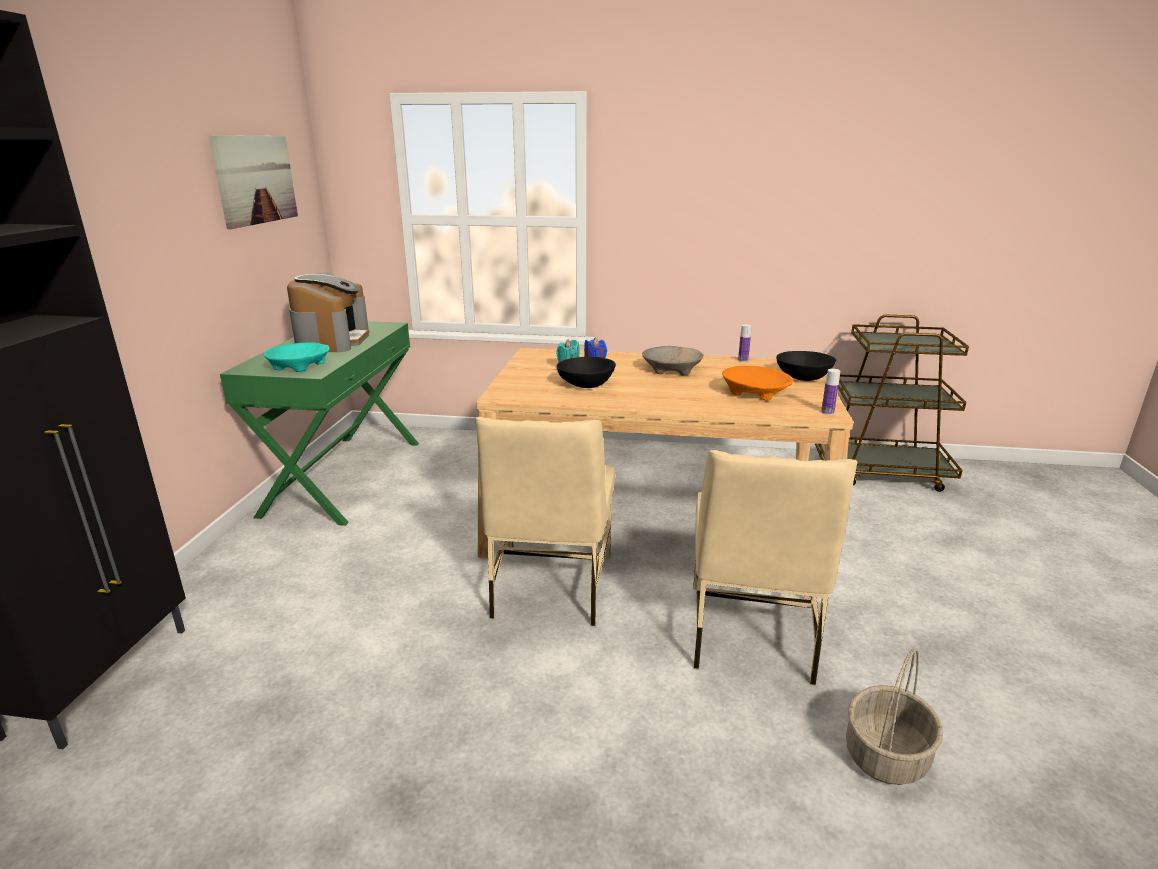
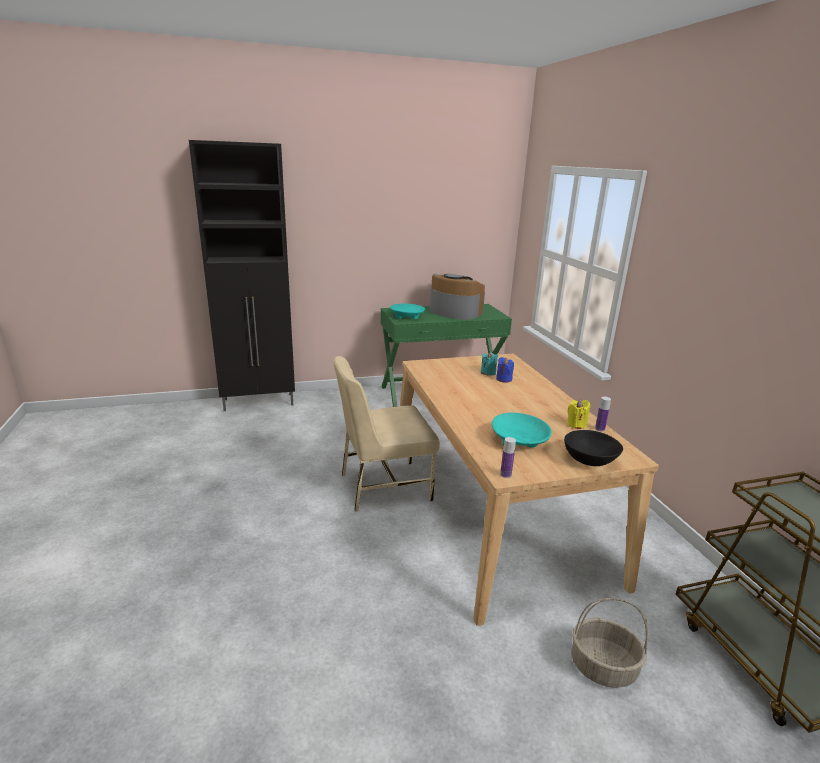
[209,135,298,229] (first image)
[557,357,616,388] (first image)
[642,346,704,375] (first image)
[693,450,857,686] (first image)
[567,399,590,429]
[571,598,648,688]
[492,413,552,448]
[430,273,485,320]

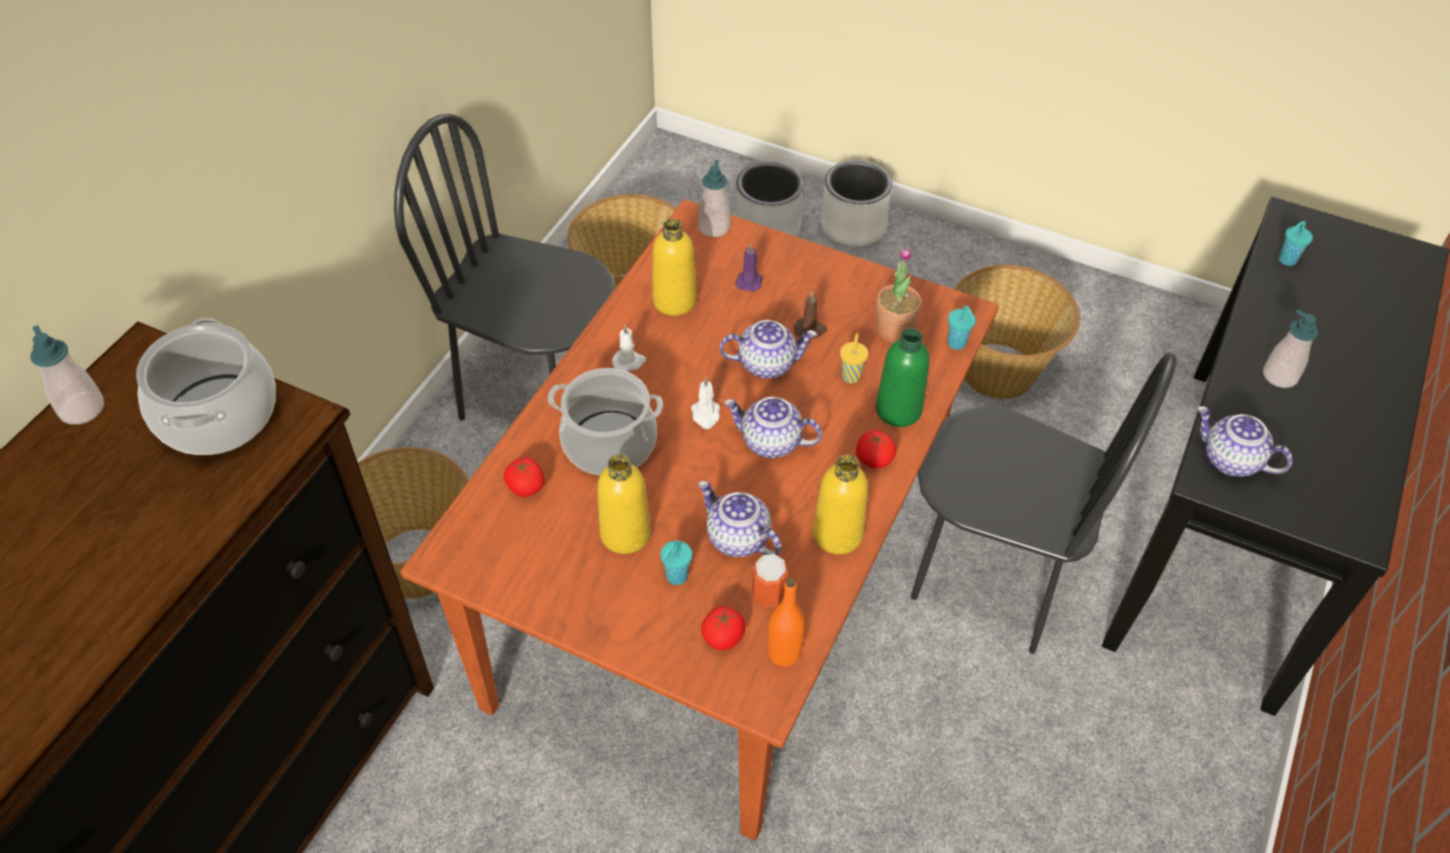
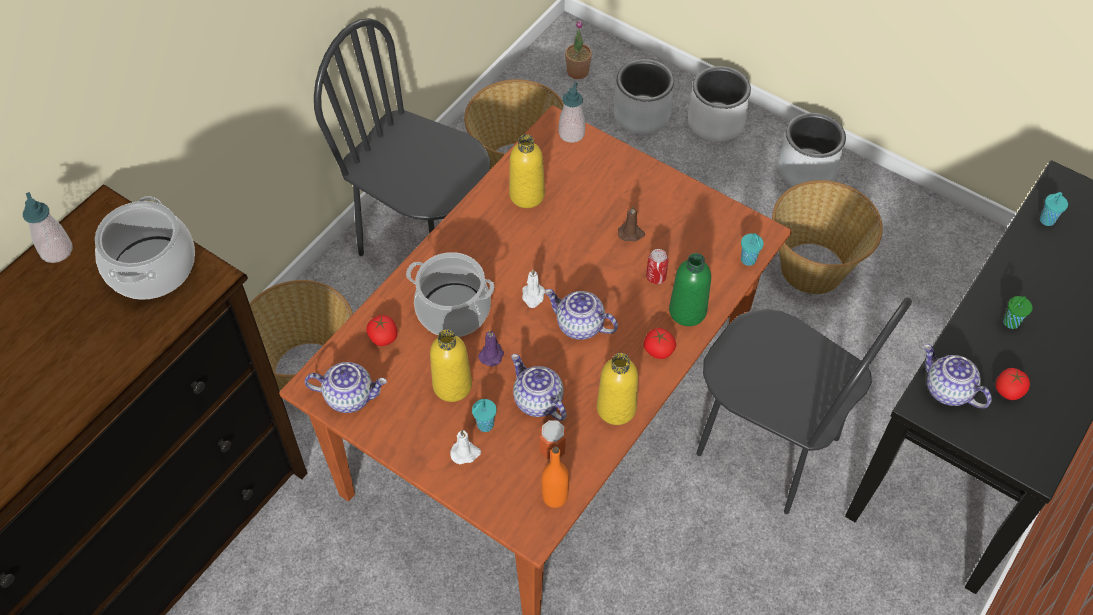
[778,113,846,186]
[450,430,481,465]
[996,368,1030,400]
[305,362,387,413]
[478,330,504,367]
[565,20,592,79]
[646,249,668,284]
[1003,296,1033,329]

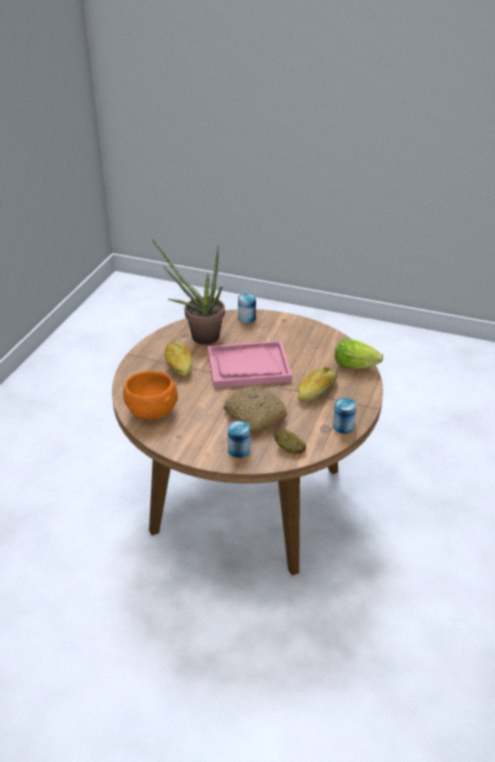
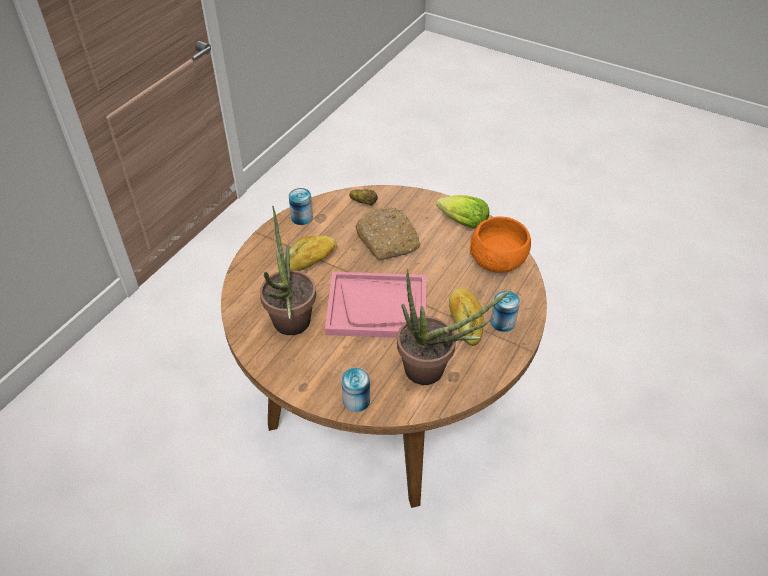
[260,206,316,335]
[491,291,520,332]
[436,195,489,229]

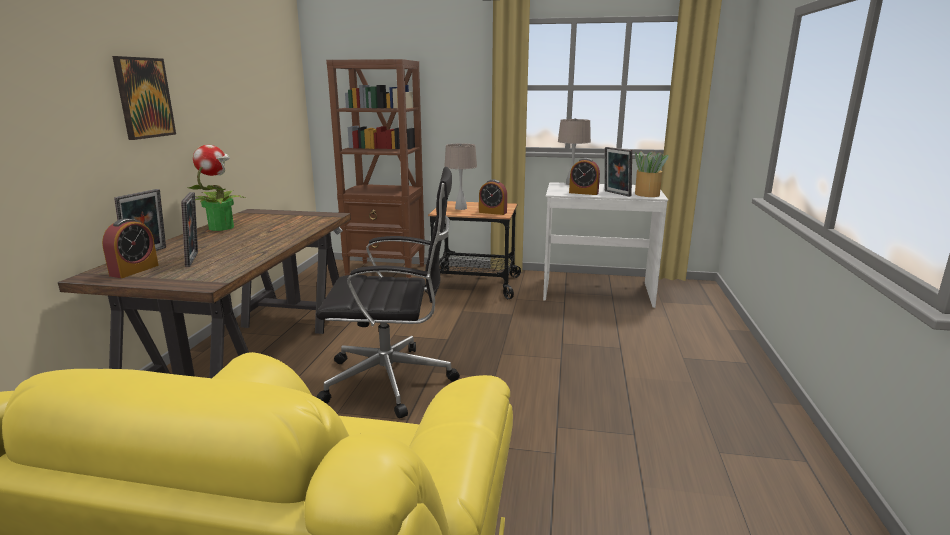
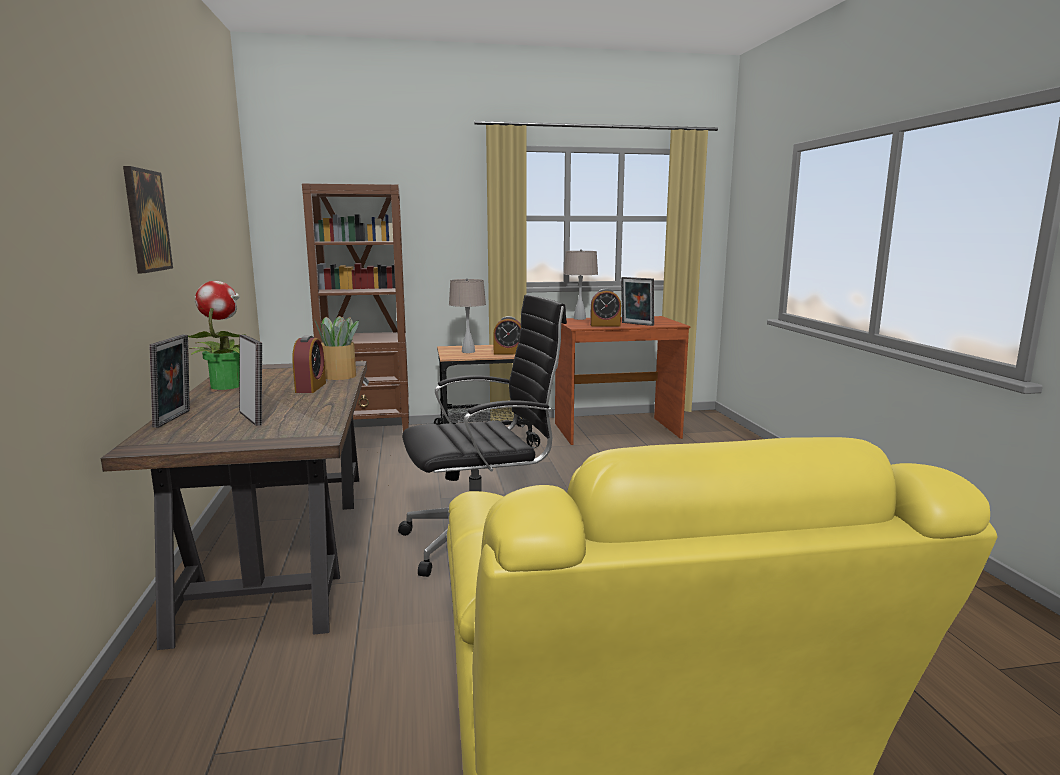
[292,335,326,393]
[314,316,359,380]
[555,316,690,445]

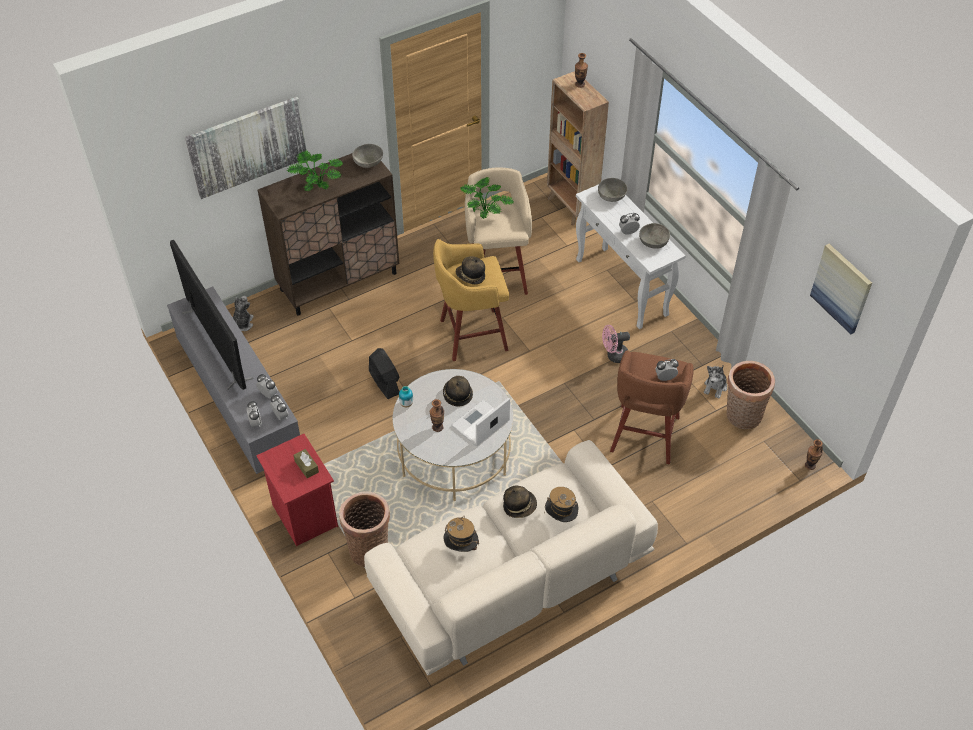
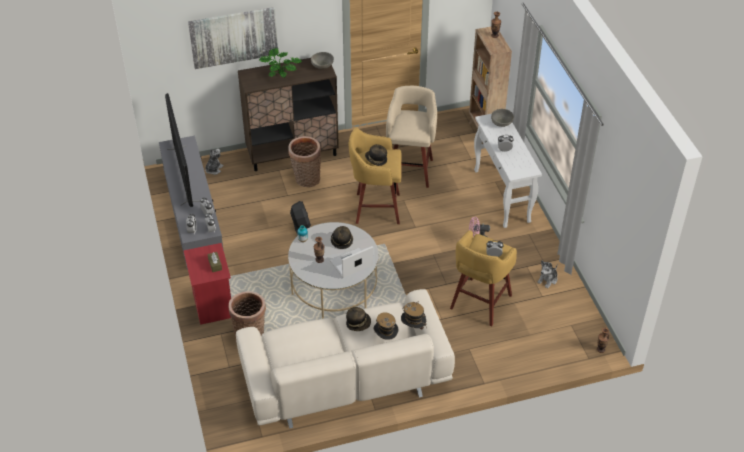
[460,177,514,218] (first image)
[639,223,670,249] (first image)
[810,244,872,334] (first image)
[401,301,427,330]
[288,136,321,187]
[450,230,517,326]

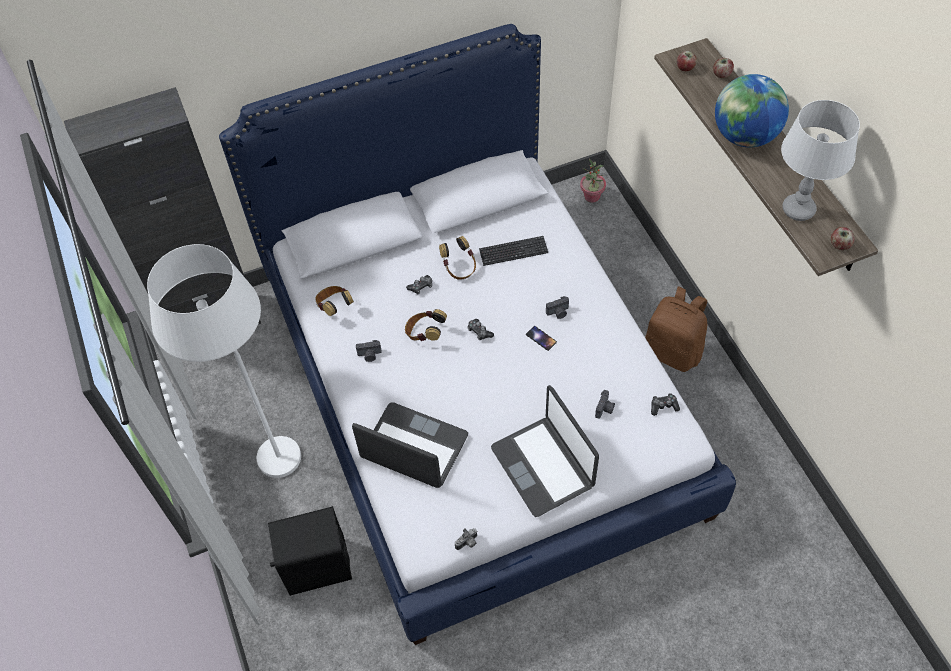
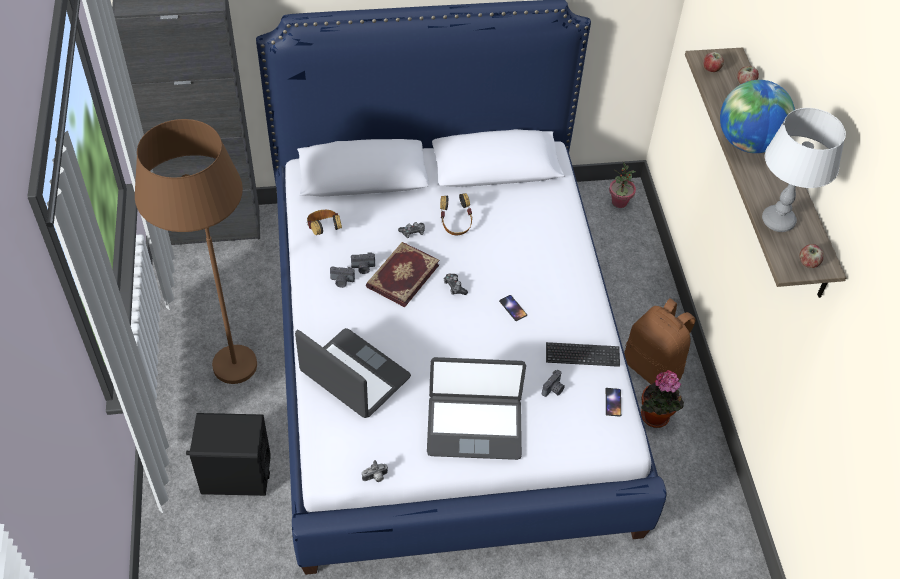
[641,370,684,428]
[546,342,620,367]
[351,252,375,274]
[366,242,440,307]
[606,388,621,417]
[135,119,257,384]
[427,357,526,460]

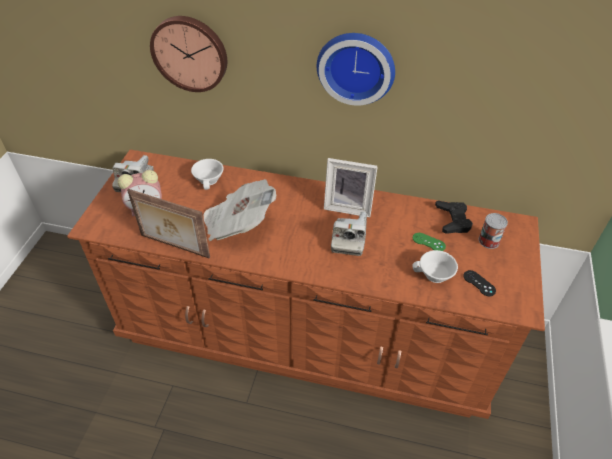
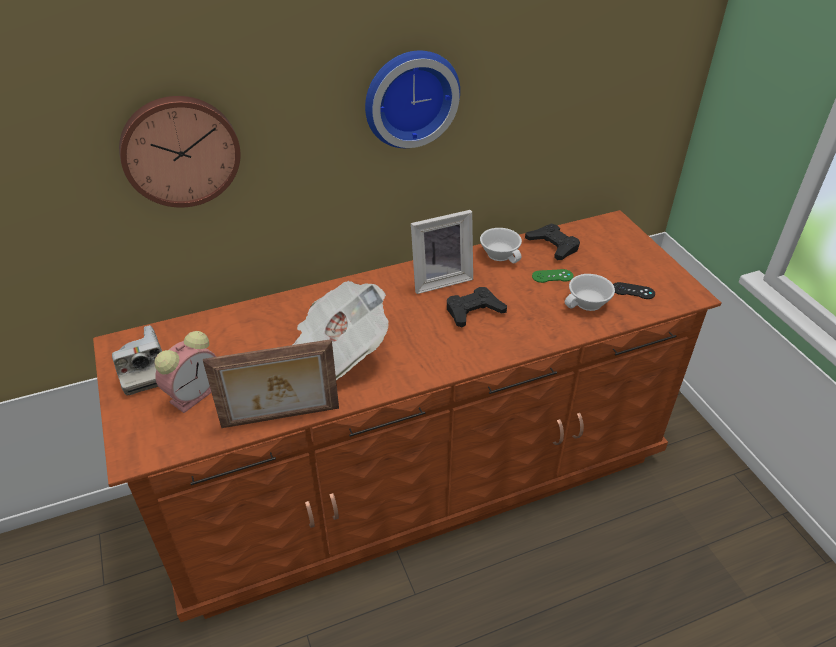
[478,213,508,249] (first image)
[480,228,522,264]
[447,287,507,328]

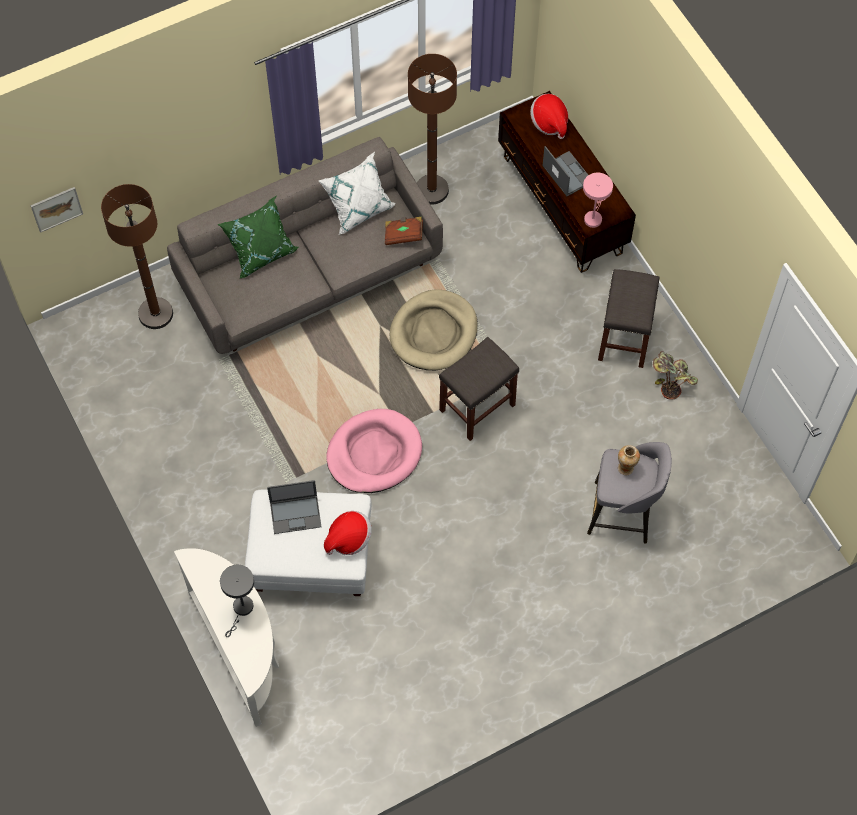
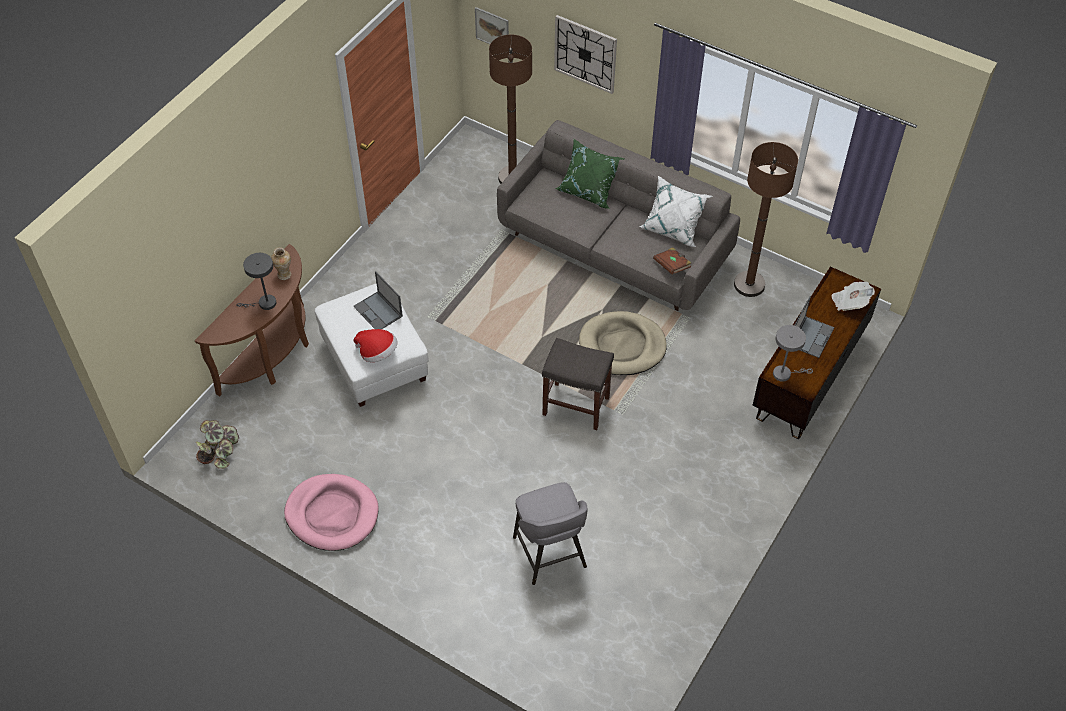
[598,269,659,368] (first image)
[554,15,617,94]
[284,474,379,551]
[271,247,291,280]
[196,420,239,469]
[831,282,875,311]
[195,244,309,396]
[773,325,813,382]

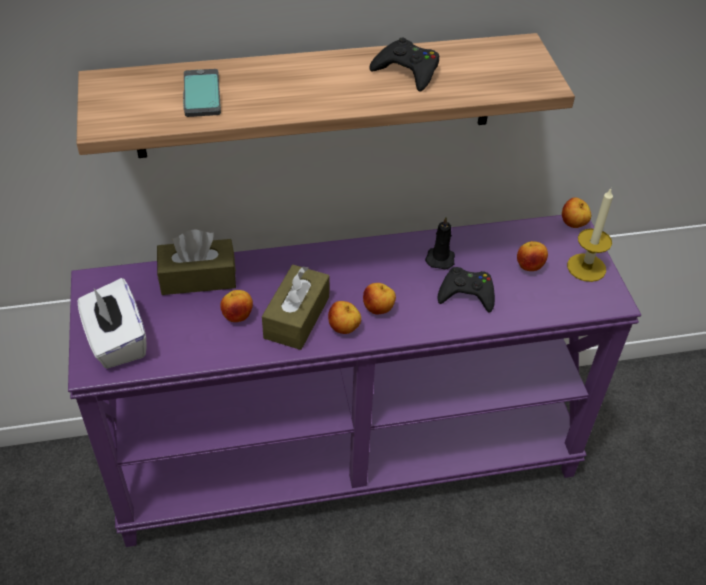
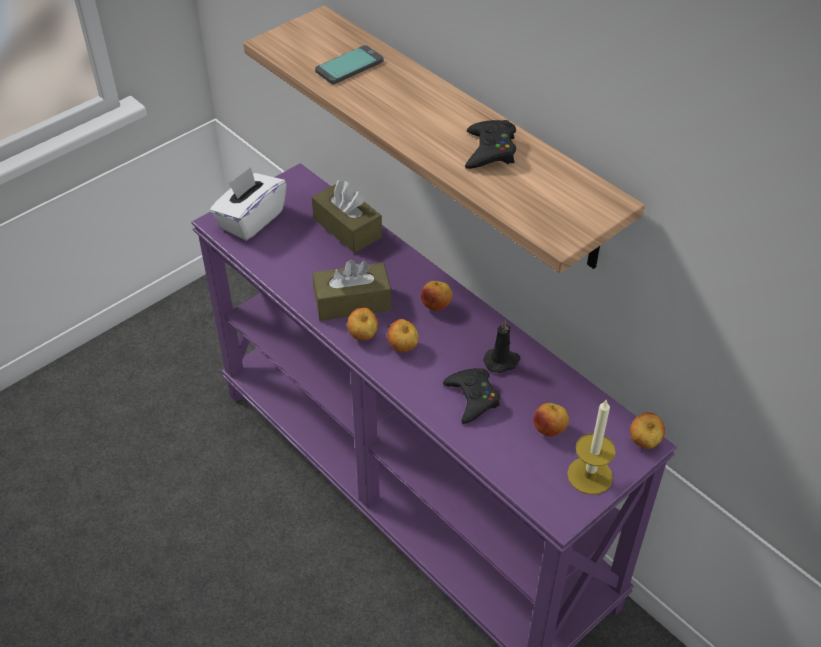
[421,281,453,311]

